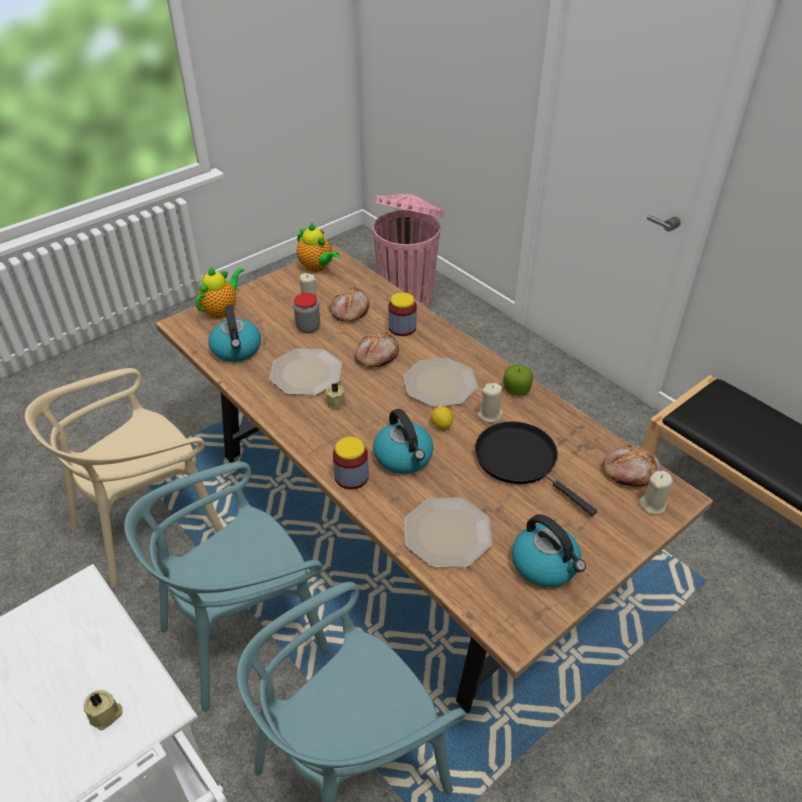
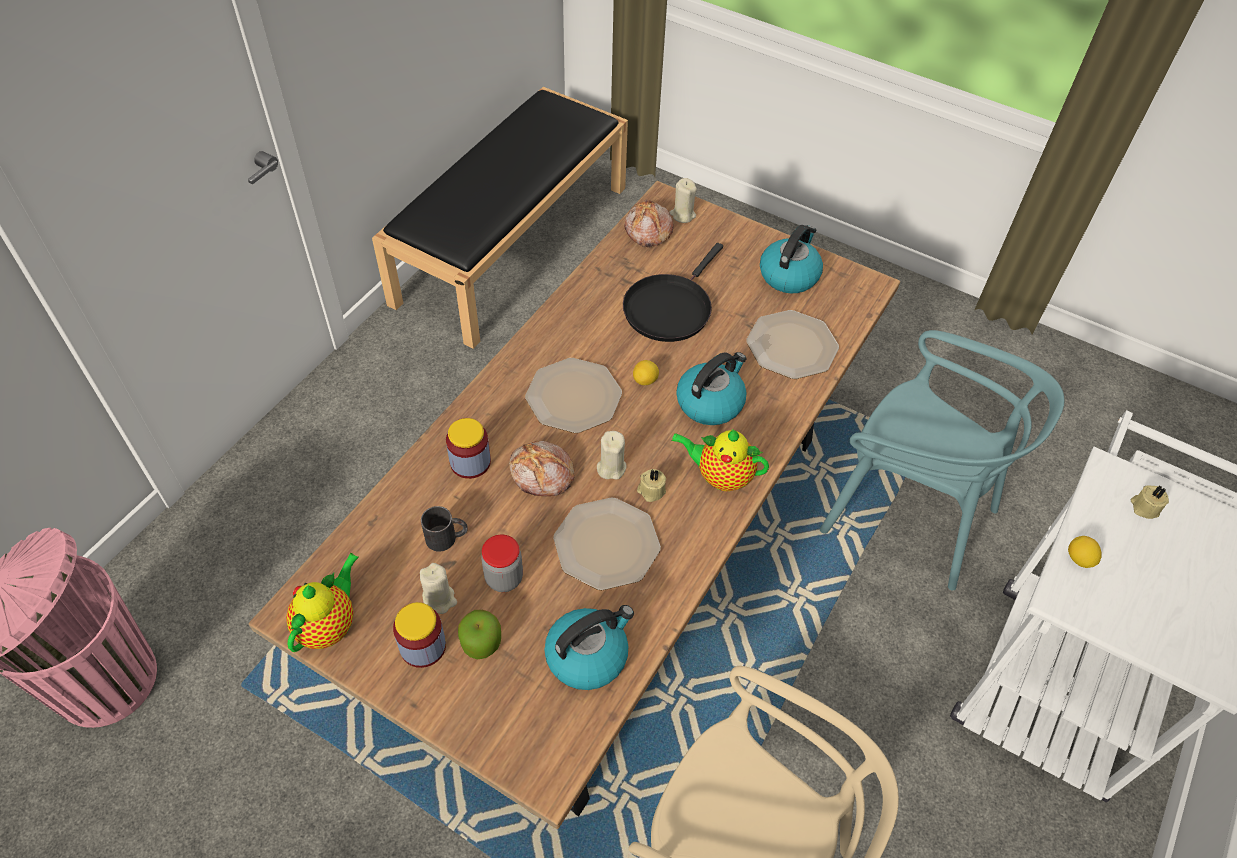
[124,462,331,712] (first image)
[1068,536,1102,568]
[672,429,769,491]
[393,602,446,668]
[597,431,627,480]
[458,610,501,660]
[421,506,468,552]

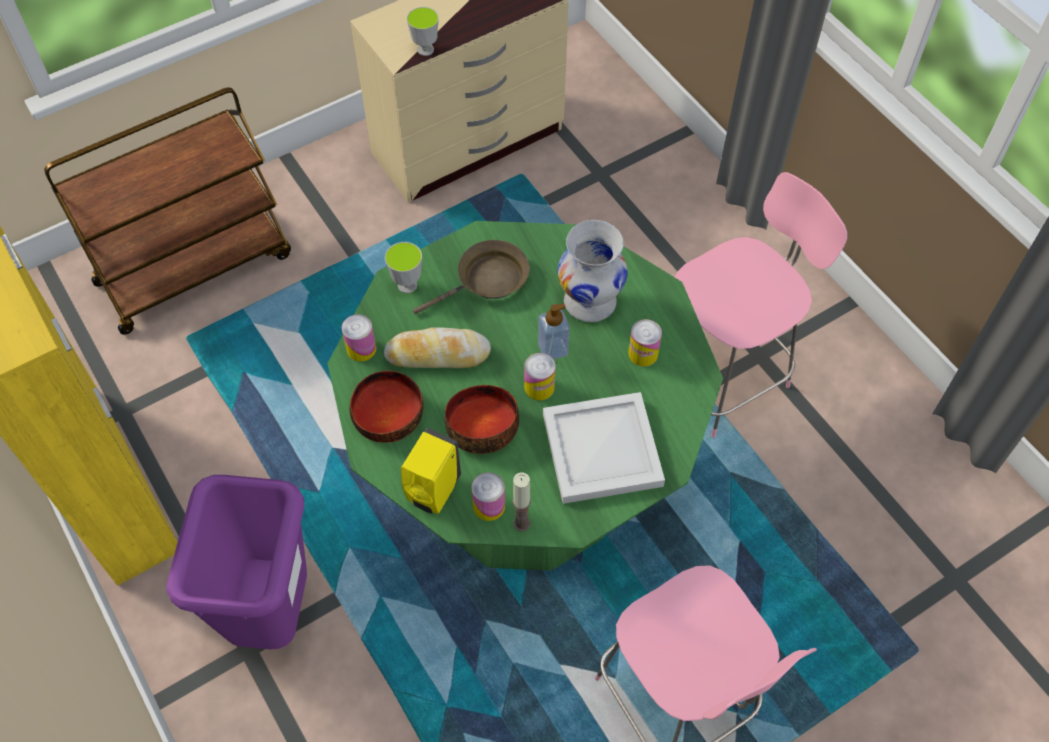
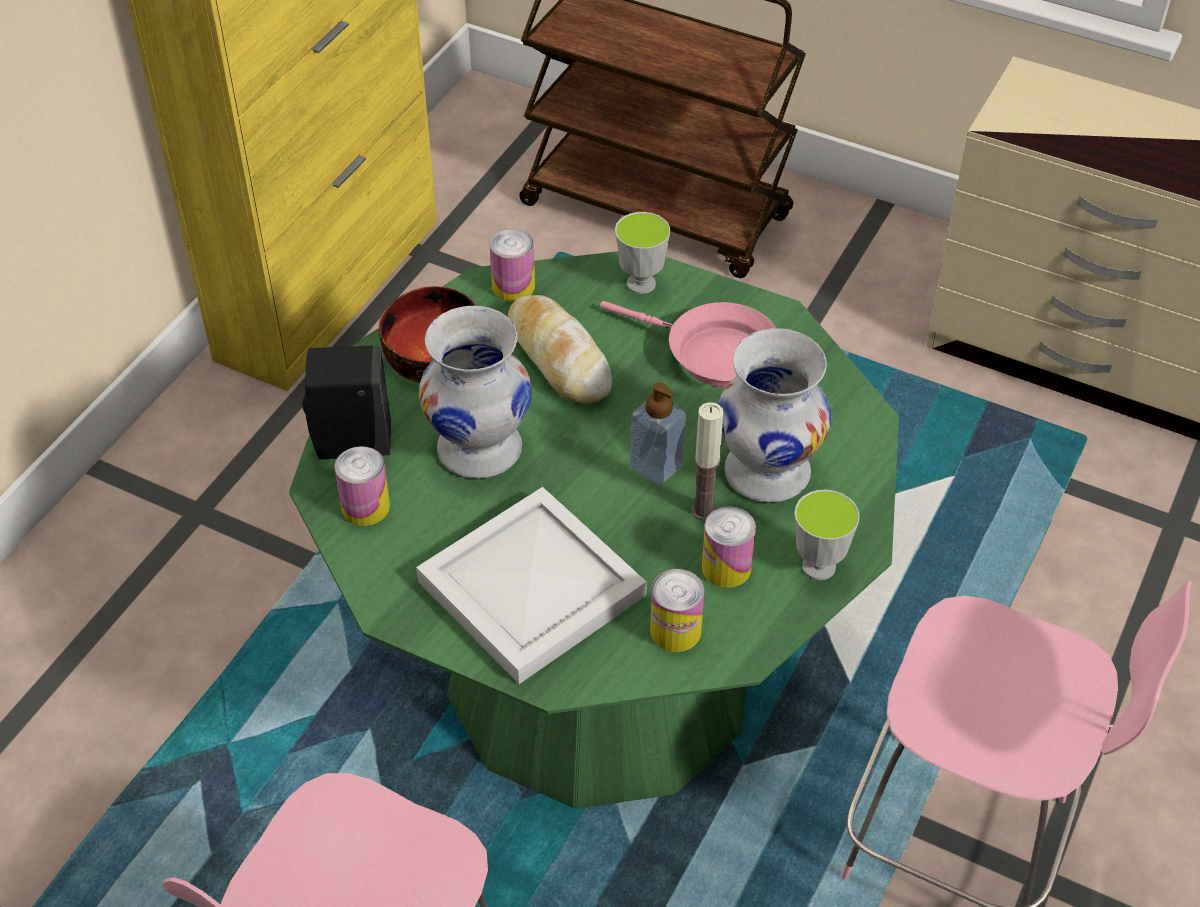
[166,475,307,649] (first image)
[795,490,860,580]
[691,402,723,521]
[650,569,704,652]
[419,306,532,478]
[302,345,391,459]
[600,301,776,387]

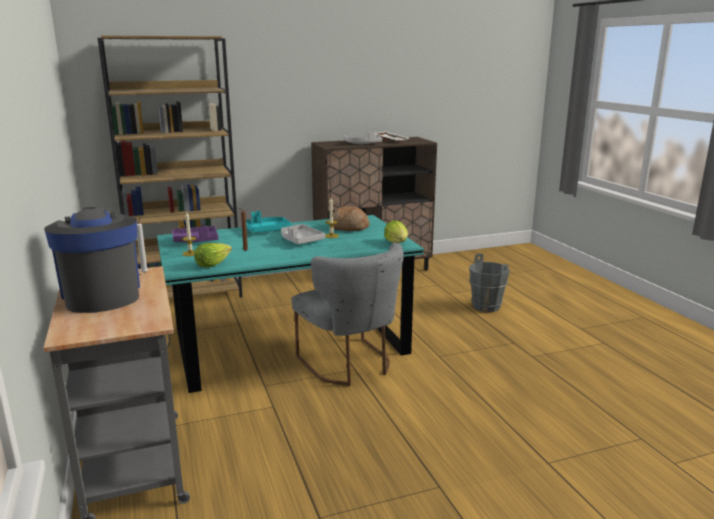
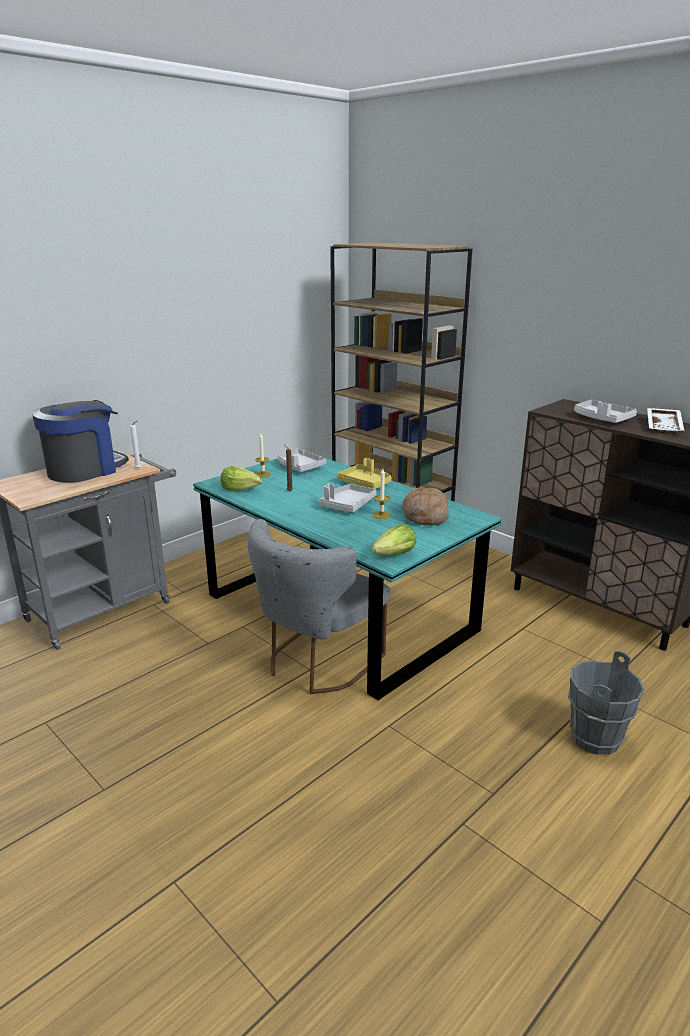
[278,449,326,472]
[337,458,392,489]

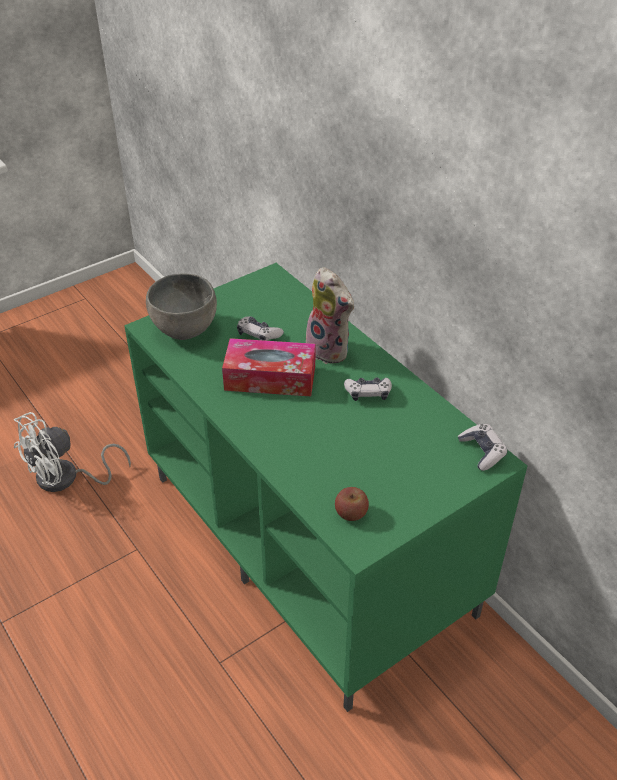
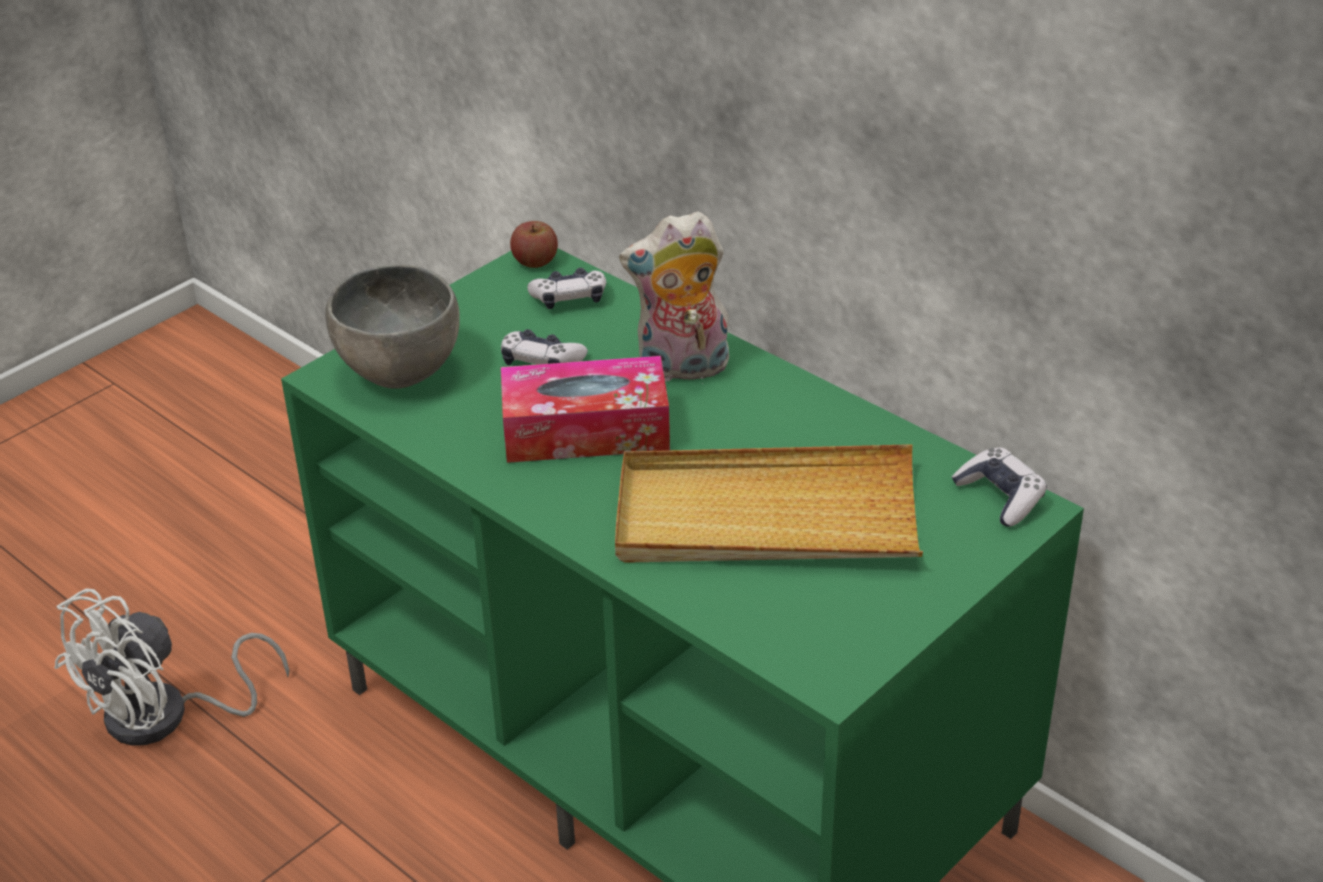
[615,444,923,563]
[510,221,558,268]
[527,268,606,309]
[619,211,729,384]

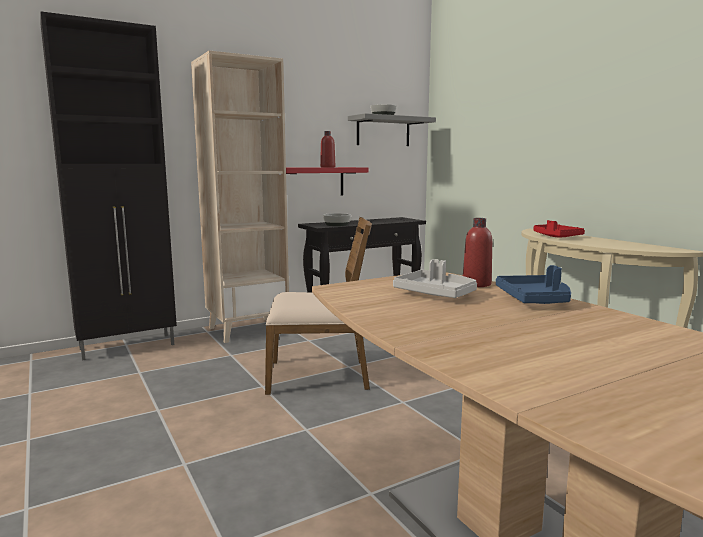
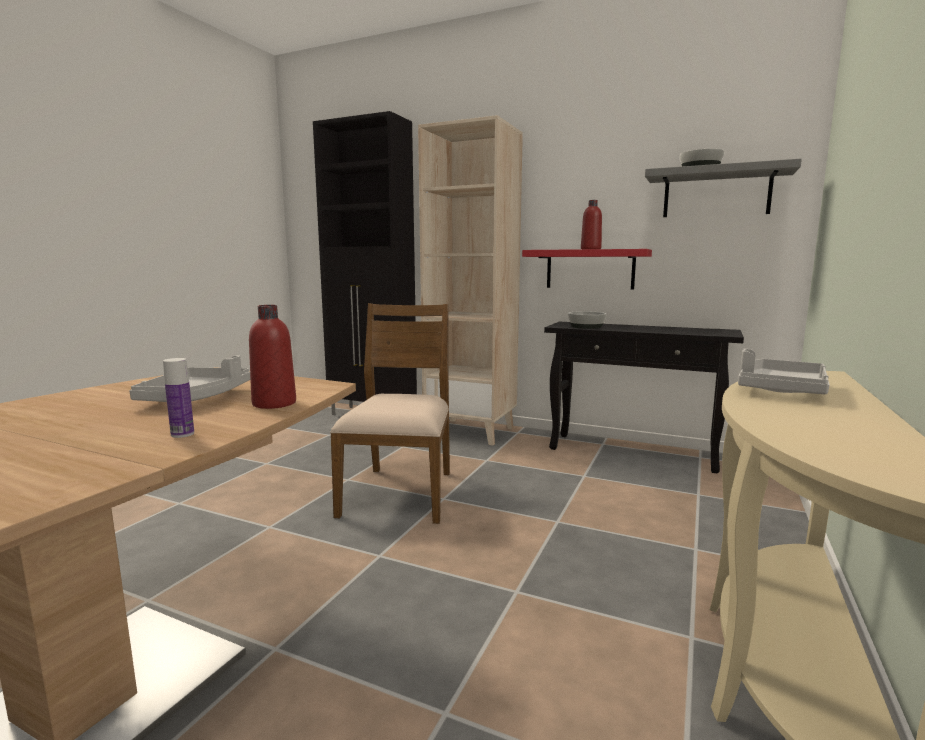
[163,358,194,438]
[738,349,830,394]
[330,303,450,524]

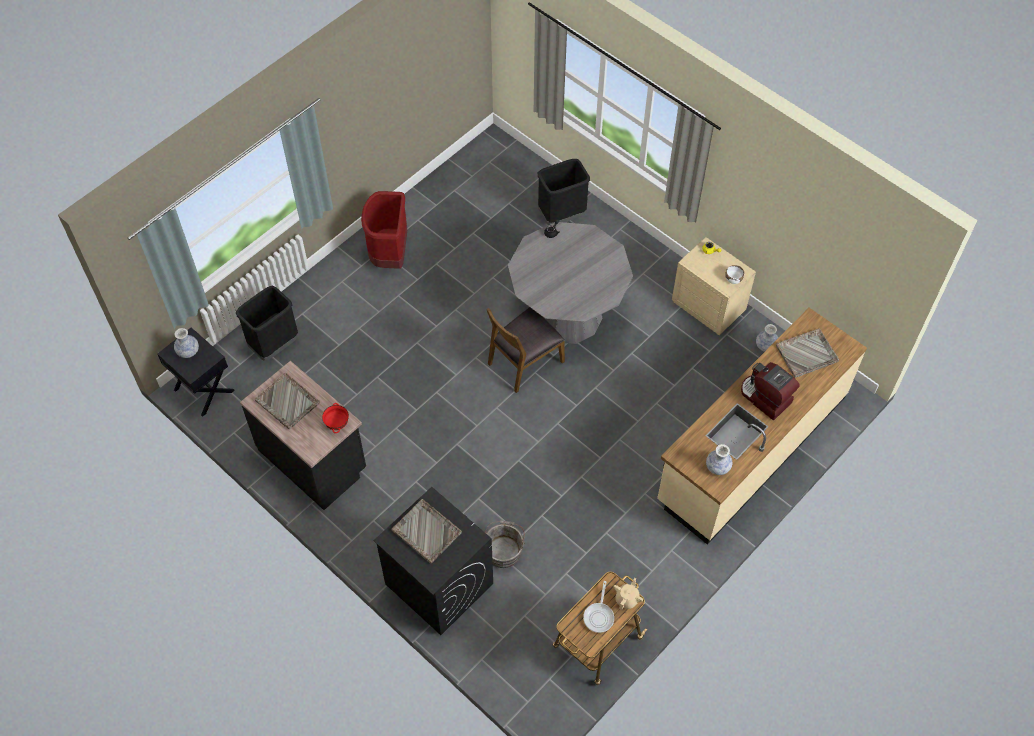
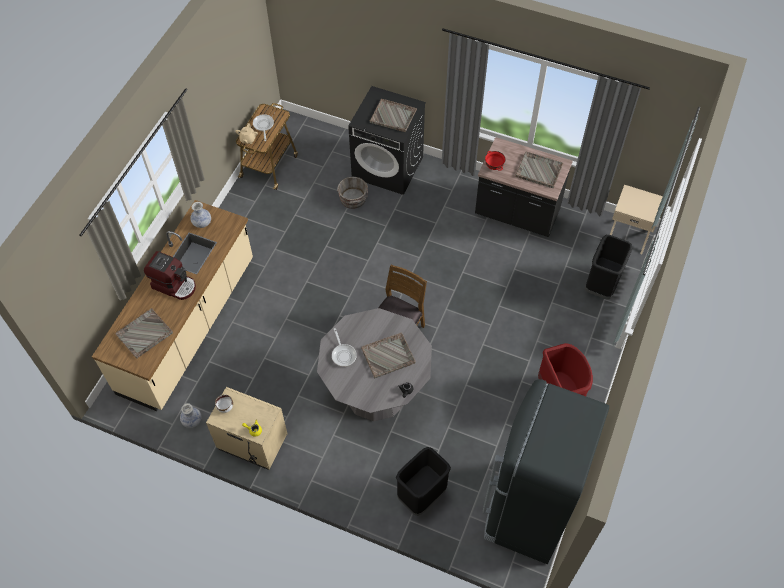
[174,328,199,358] (first image)
[332,328,357,367]
[361,332,416,378]
[483,379,609,564]
[610,185,663,254]

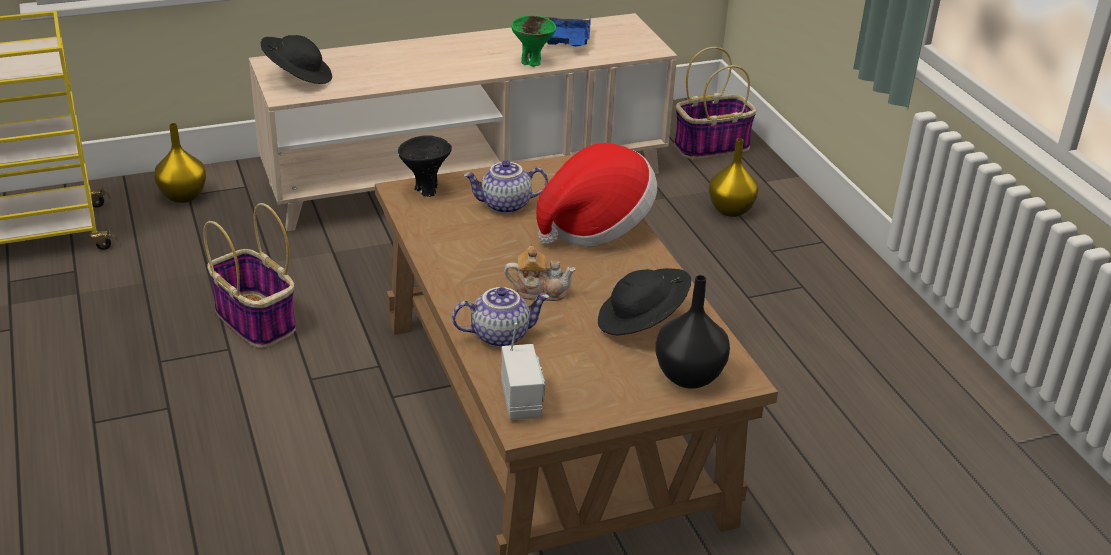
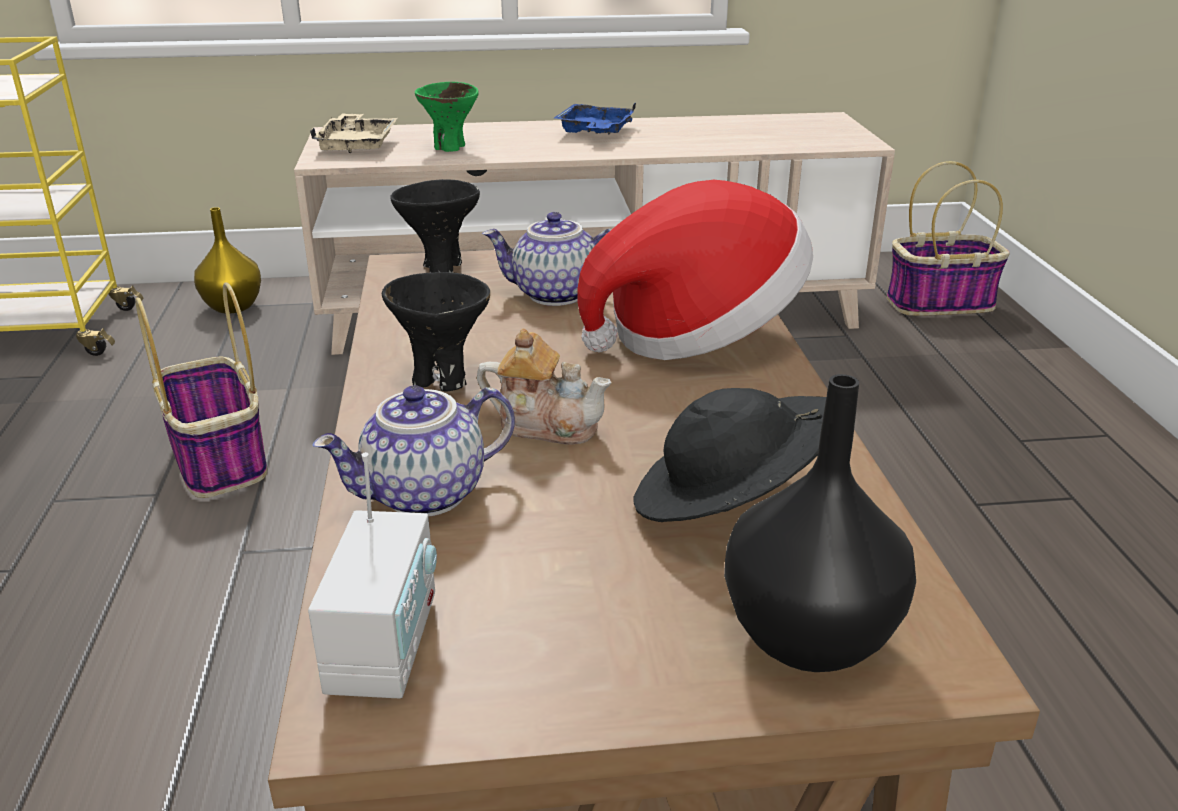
[709,138,759,217] (first image)
[382,272,490,392]
[415,82,479,152]
[554,102,637,134]
[310,113,398,153]
[313,386,515,517]

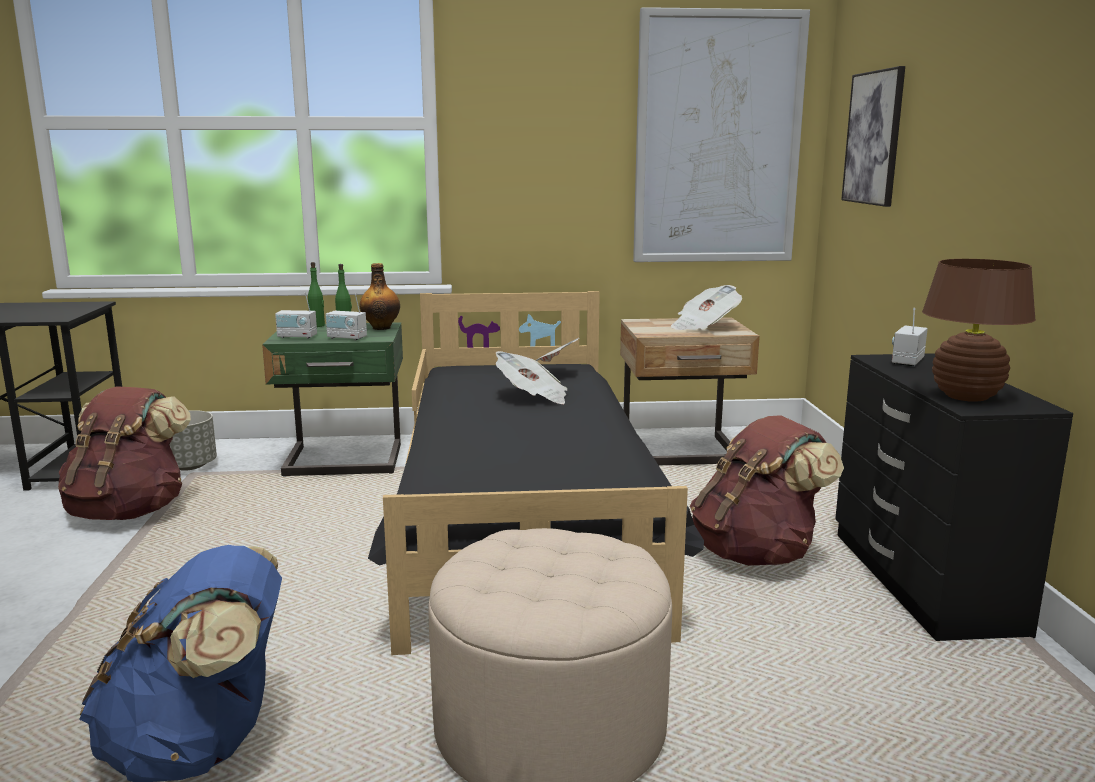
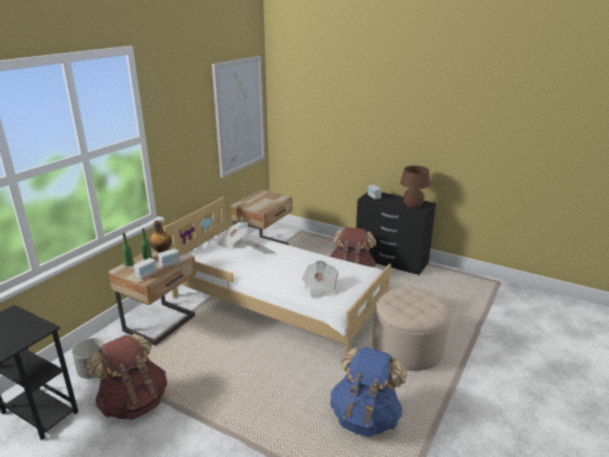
[841,66,905,207] (first image)
[302,260,339,299]
[108,248,196,346]
[163,197,391,355]

